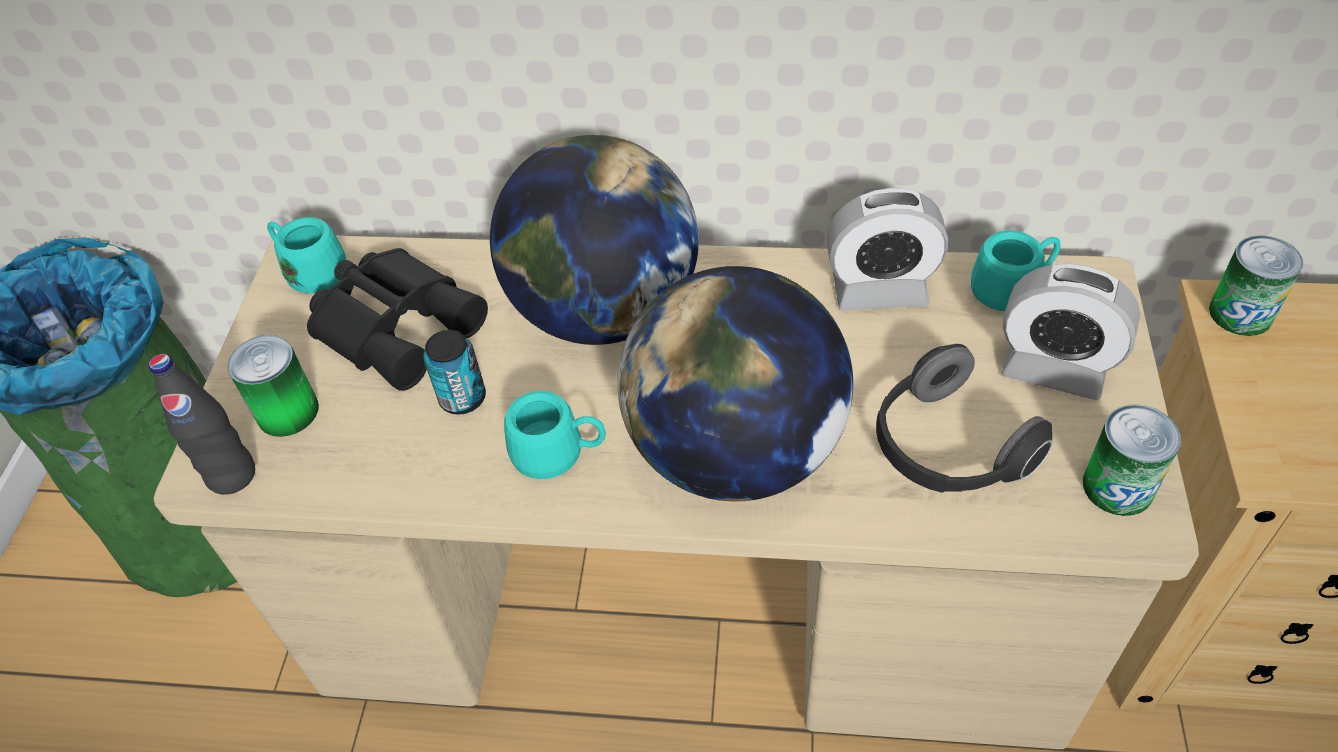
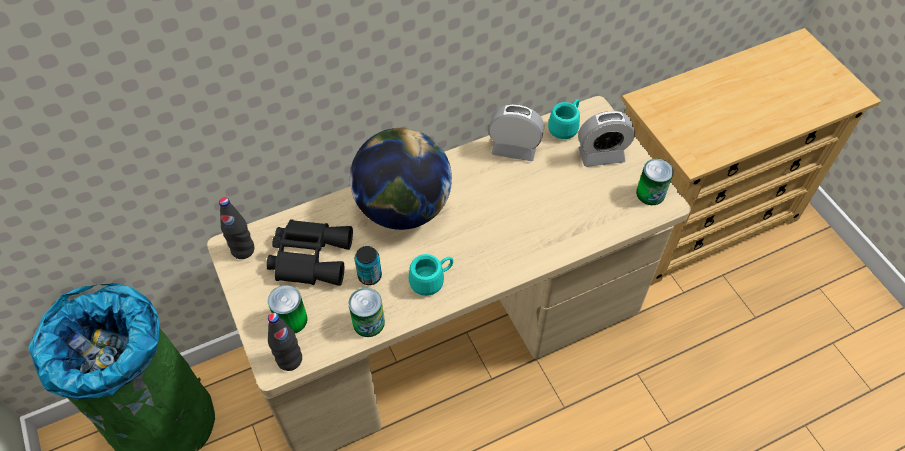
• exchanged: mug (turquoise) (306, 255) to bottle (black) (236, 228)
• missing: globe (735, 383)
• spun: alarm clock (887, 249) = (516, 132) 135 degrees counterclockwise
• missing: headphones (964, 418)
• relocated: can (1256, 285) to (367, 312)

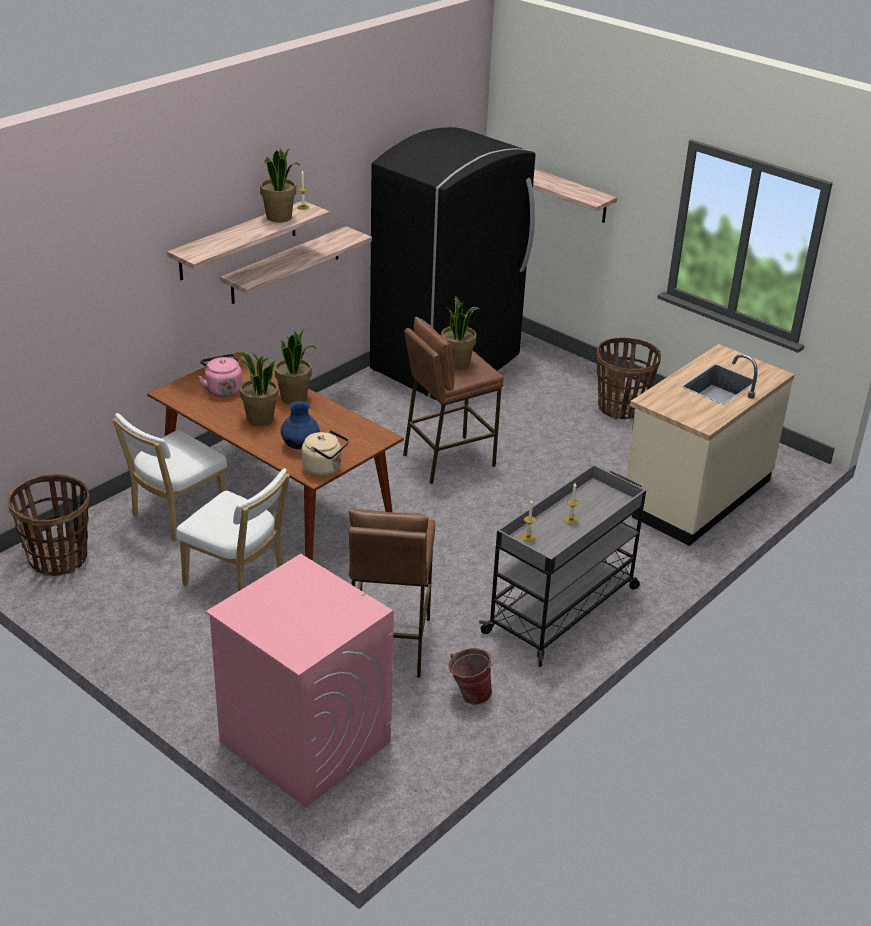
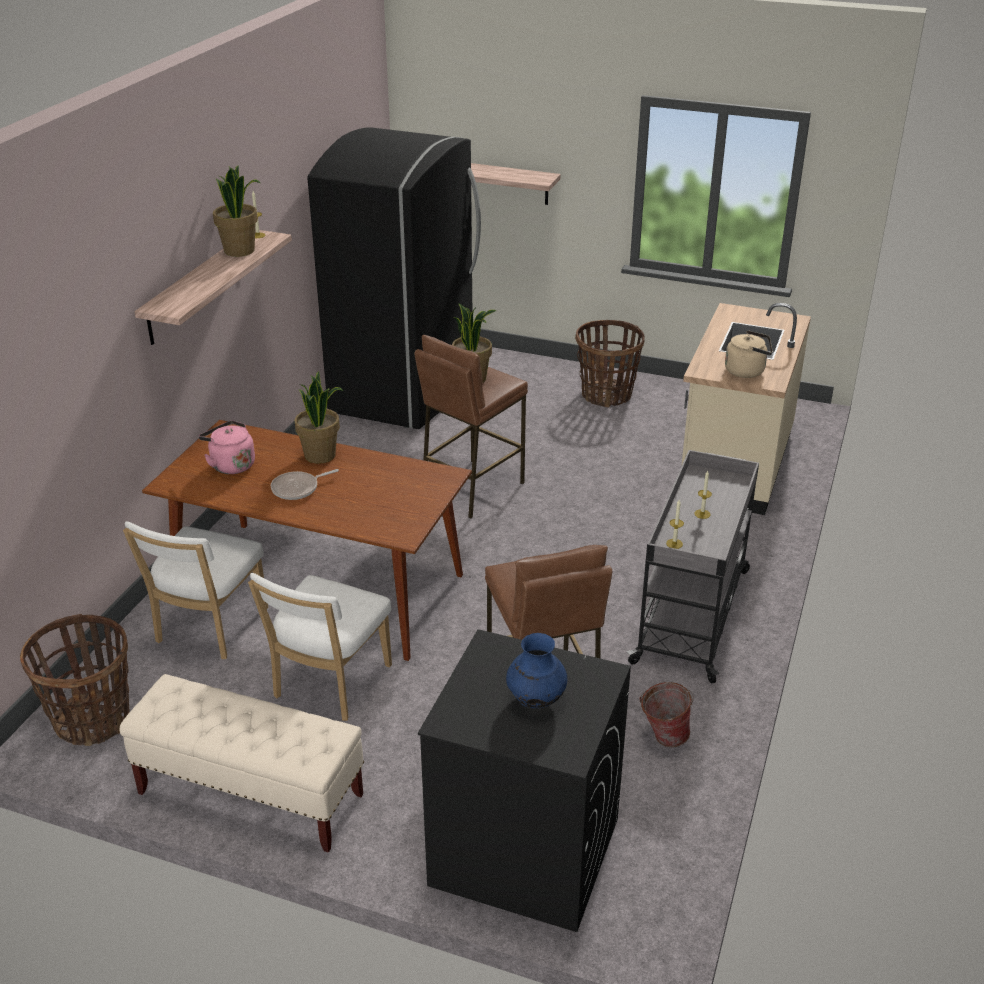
• spun: chair (white) (233, 529) = (320, 647) 105 degrees clockwise
• colour: washing machine (pink) (300, 681) to washing machine (black) (524, 780)
• missing: shelf (296, 265)
• exchanged: potted plant (255, 389) to frying pan (305, 484)
• relocated: vase (blue) (300, 425) to (536, 670)
• relocated: kettle (beige) (325, 453) to (749, 354)
• appeared: bench (beige) (241, 763)

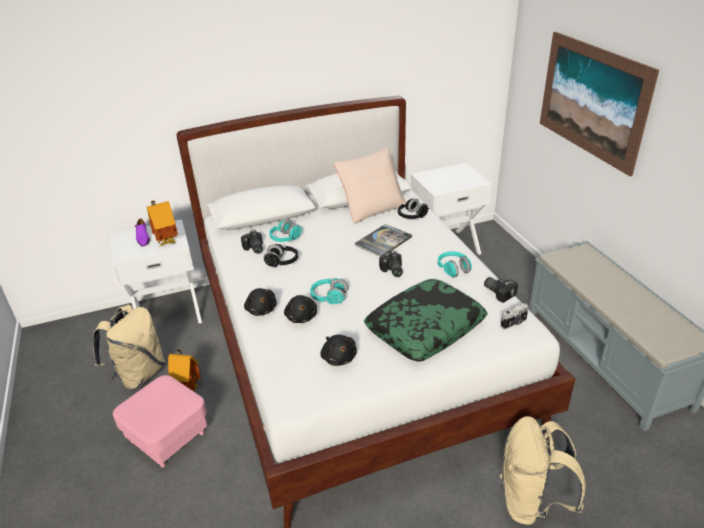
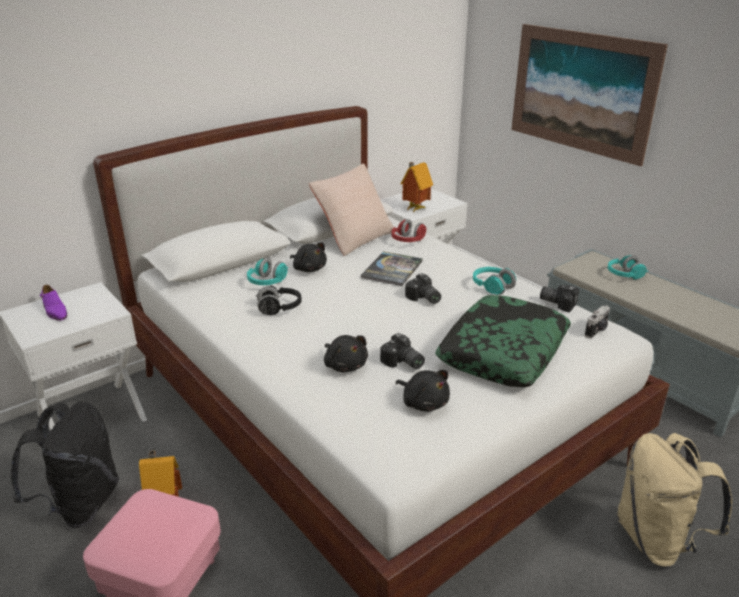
• colour: backpack (beige) (129, 347) to backpack (black) (65, 465)
• relocated: toy house (162, 223) to (417, 187)
• relocated: photo camera (252, 242) to (402, 351)
• relocated: plush toy (black) (260, 302) to (308, 257)
• relocated: headphones (turquoise) (329, 291) to (628, 267)
• colour: headphones (black) (414, 208) to headphones (red) (409, 230)

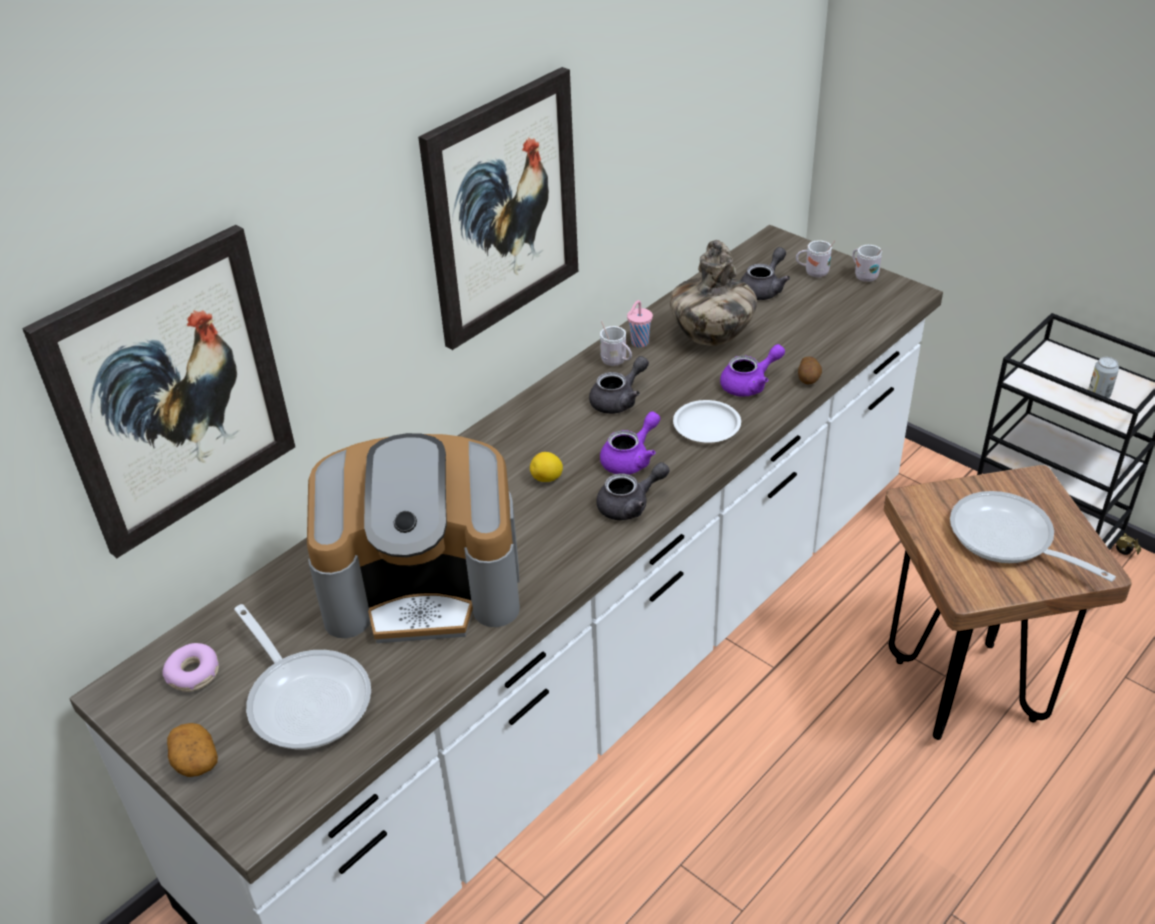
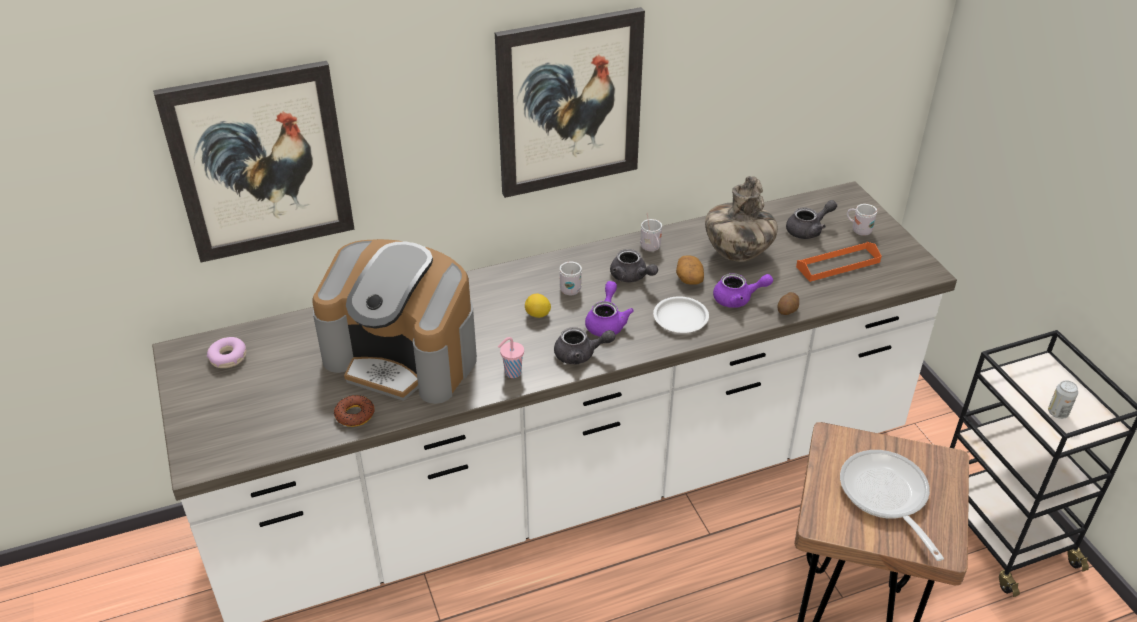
• relocated: potato (192, 750) to (690, 270)
• missing: frying pan (302, 677)
• spun: teapot (grey) (619, 385) = (634, 266) 60 degrees clockwise
• spun: teapot (purple) (630, 443) = (609, 309) 60 degrees counterclockwise
• relocated: cup (pink) (640, 323) to (511, 357)
• relocated: mug (white) (867, 263) to (571, 278)
• appeared: donut (354, 411)
• appeared: tray (orange) (839, 262)

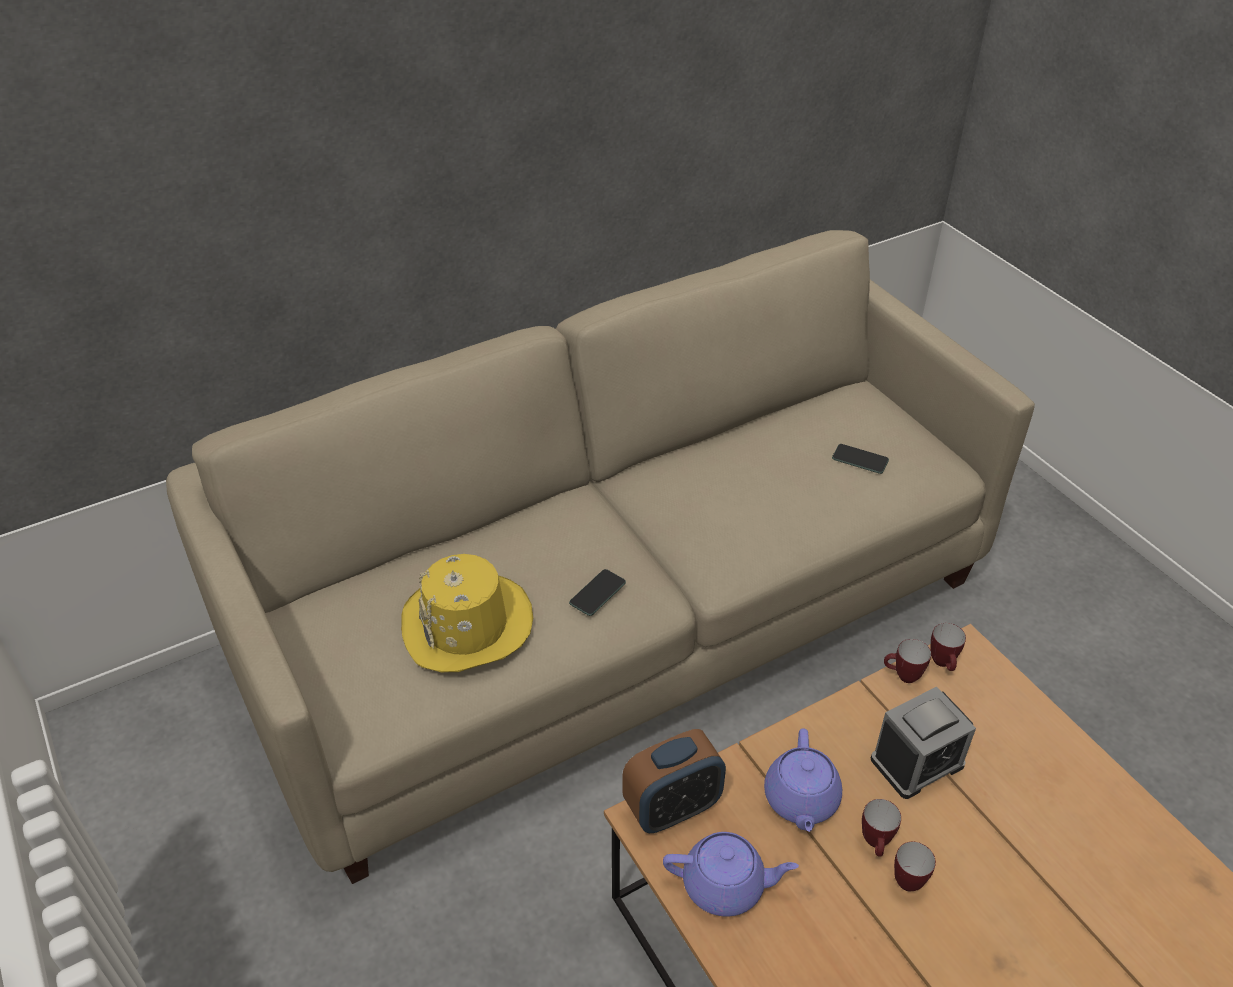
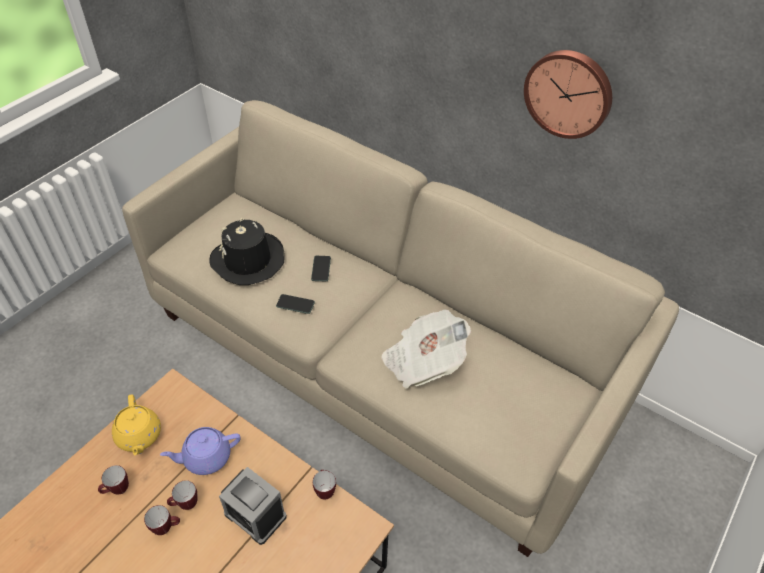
• colour: hat (yellow) (467, 613) to hat (black) (247, 251)
• missing: alarm clock (674, 781)
• colour: teapot (purple) (731, 874) to teapot (yellow) (136, 424)
• relocated: phone (860, 459) to (321, 268)
• relocated: mug (948, 647) to (113, 479)
• appeared: newspaper (426, 349)
• appeared: wall clock (568, 94)

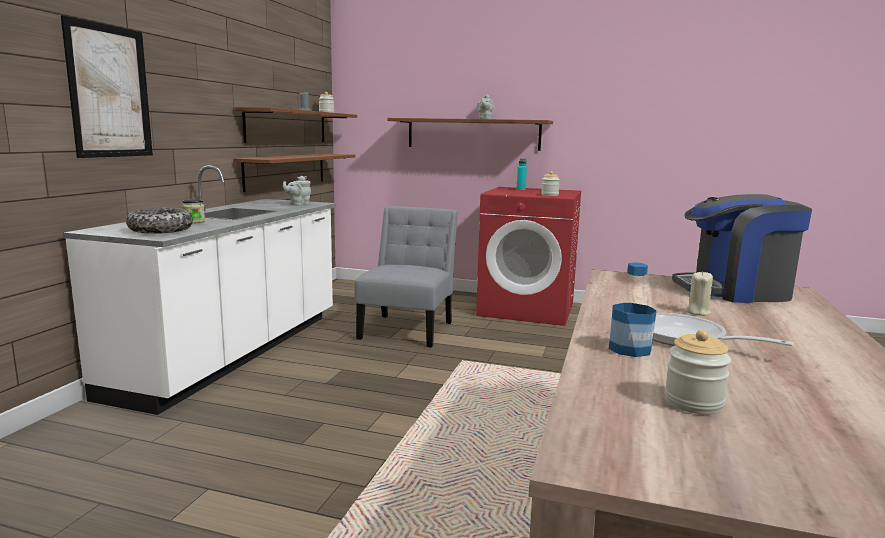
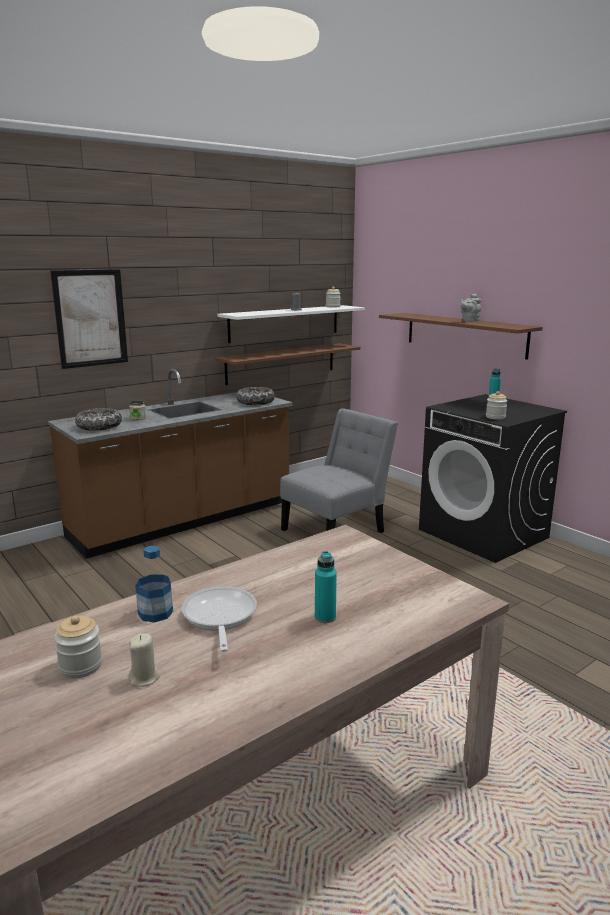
• colour: counter (white) (199, 290) to counter (brown) (170, 464)
• colour: shelf (brown) (295, 125) to shelf (white) (291, 324)
• exchanged: teapot (grey) (297, 191) to bowl (255, 396)
• colour: washing machine (red) (528, 256) to washing machine (black) (493, 478)
• missing: coffee machine (742, 248)
• relocated: candle (beige) (699, 293) to (144, 660)
• appeared: bottle (turquoise) (326, 587)

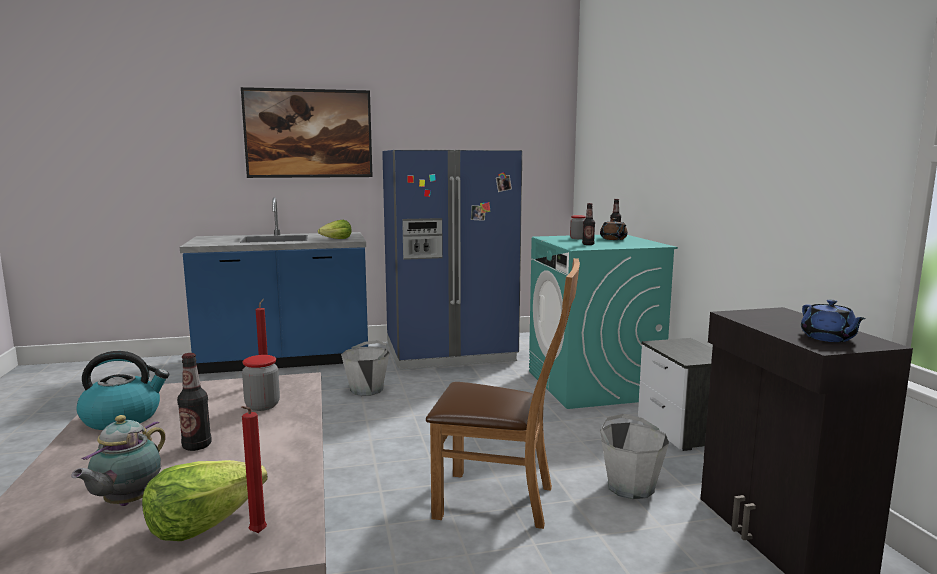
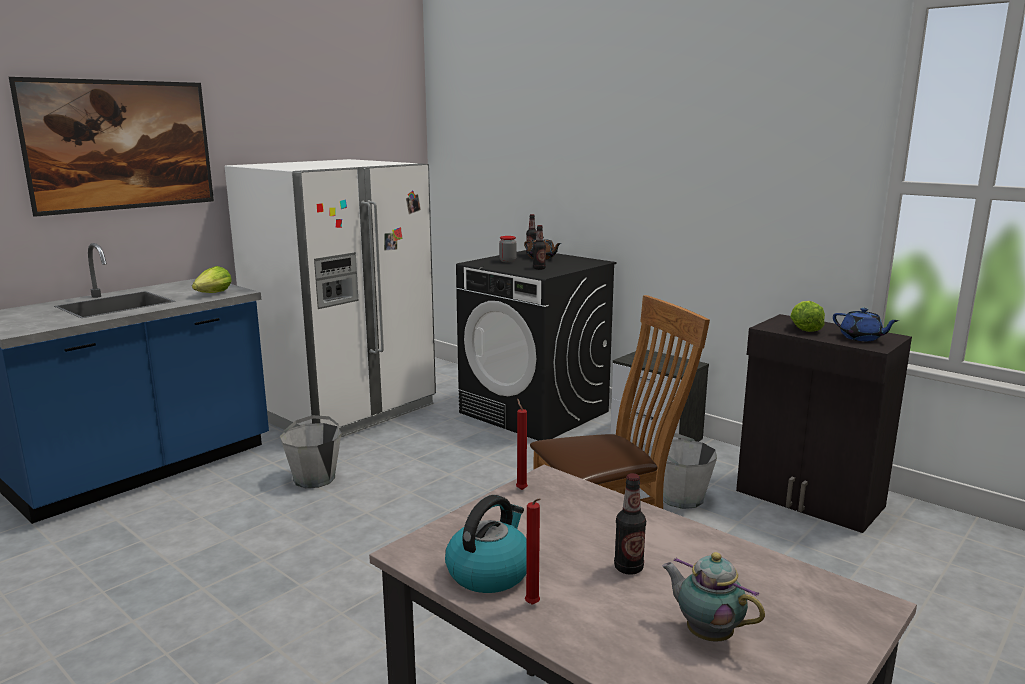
• spun: teapot (118, 460) = (713, 597) 150 degrees clockwise
• relocated: lettuce (205, 500) to (807, 316)
• relocated: candle (red) (254, 469) to (533, 551)
• missing: jar (261, 383)
• colour: fridge (blue) (452, 260) to fridge (white) (330, 298)
• colour: washing machine (turquoise) (603, 322) to washing machine (black) (536, 345)

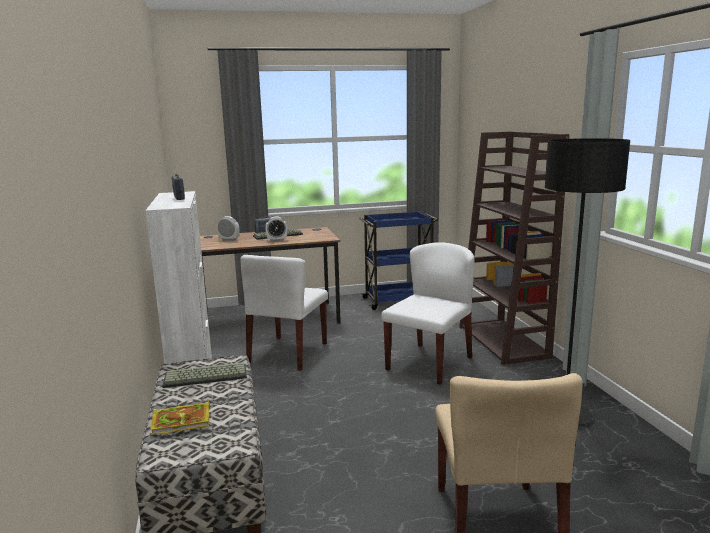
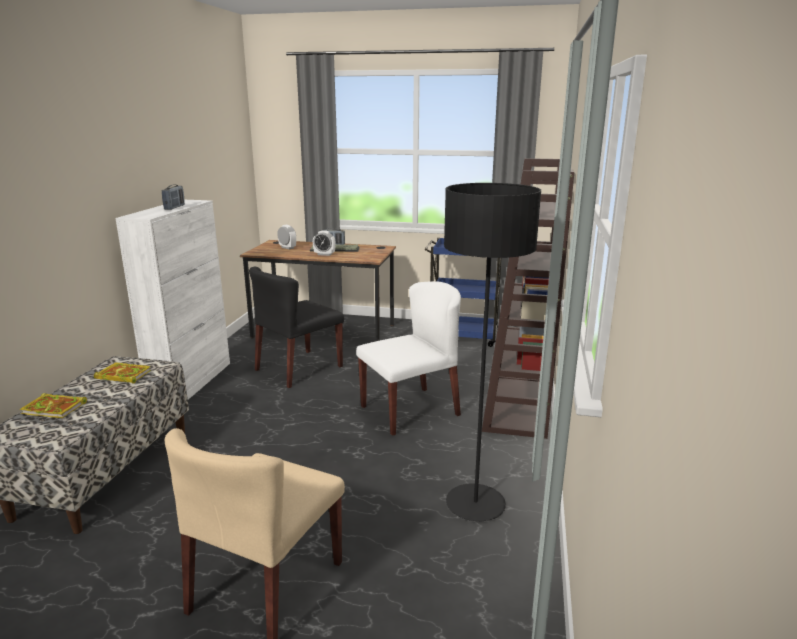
• exchanged: keyboard (204, 375) to book (122, 373)
• colour: chair (white) (284, 313) to chair (black) (296, 327)

